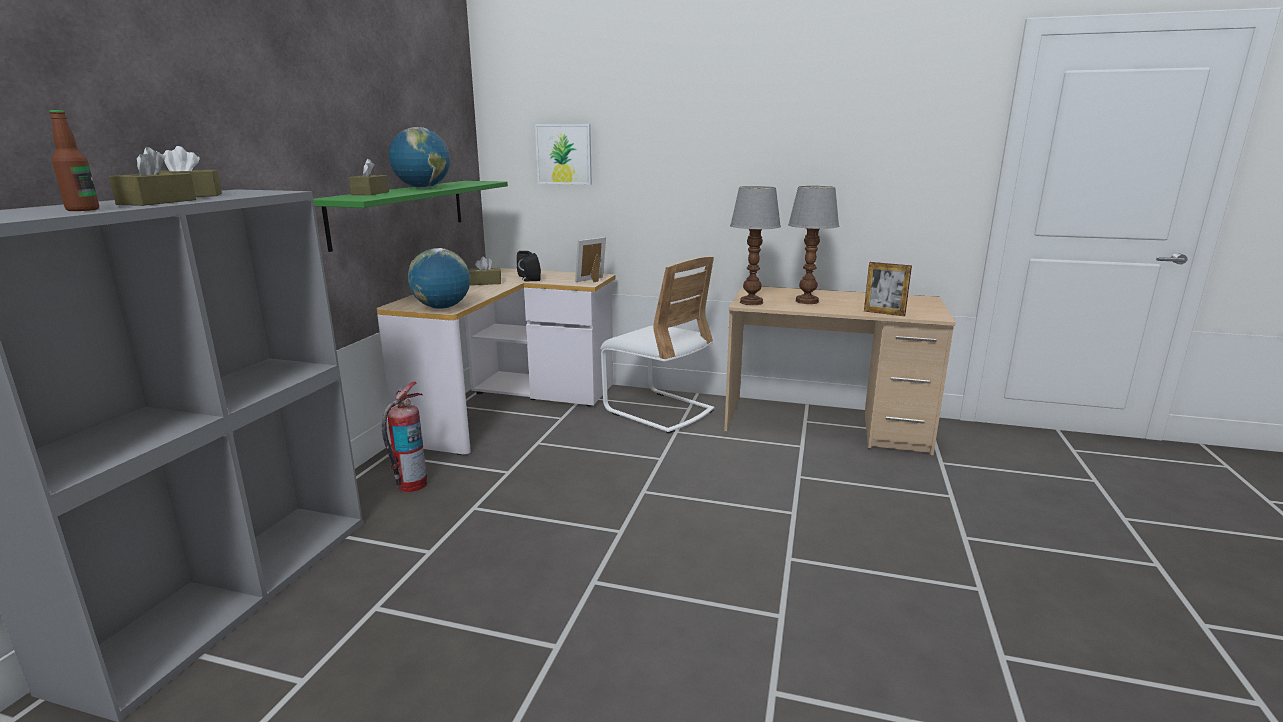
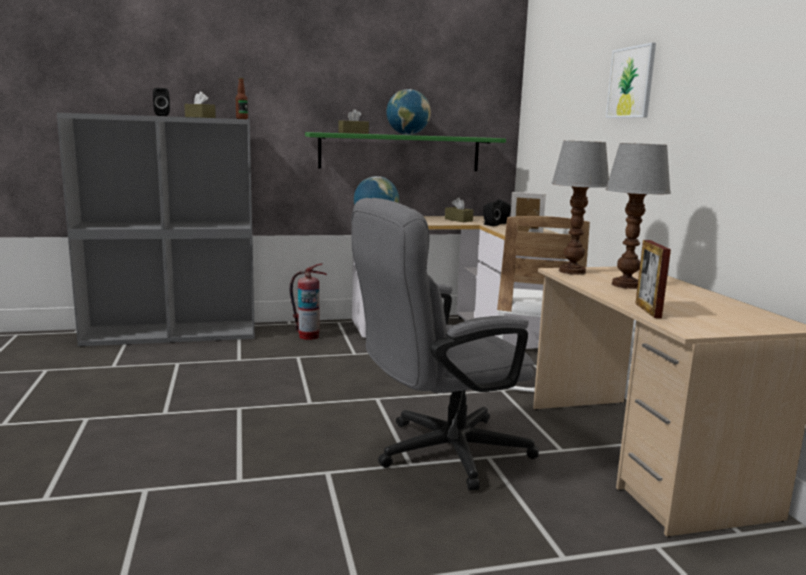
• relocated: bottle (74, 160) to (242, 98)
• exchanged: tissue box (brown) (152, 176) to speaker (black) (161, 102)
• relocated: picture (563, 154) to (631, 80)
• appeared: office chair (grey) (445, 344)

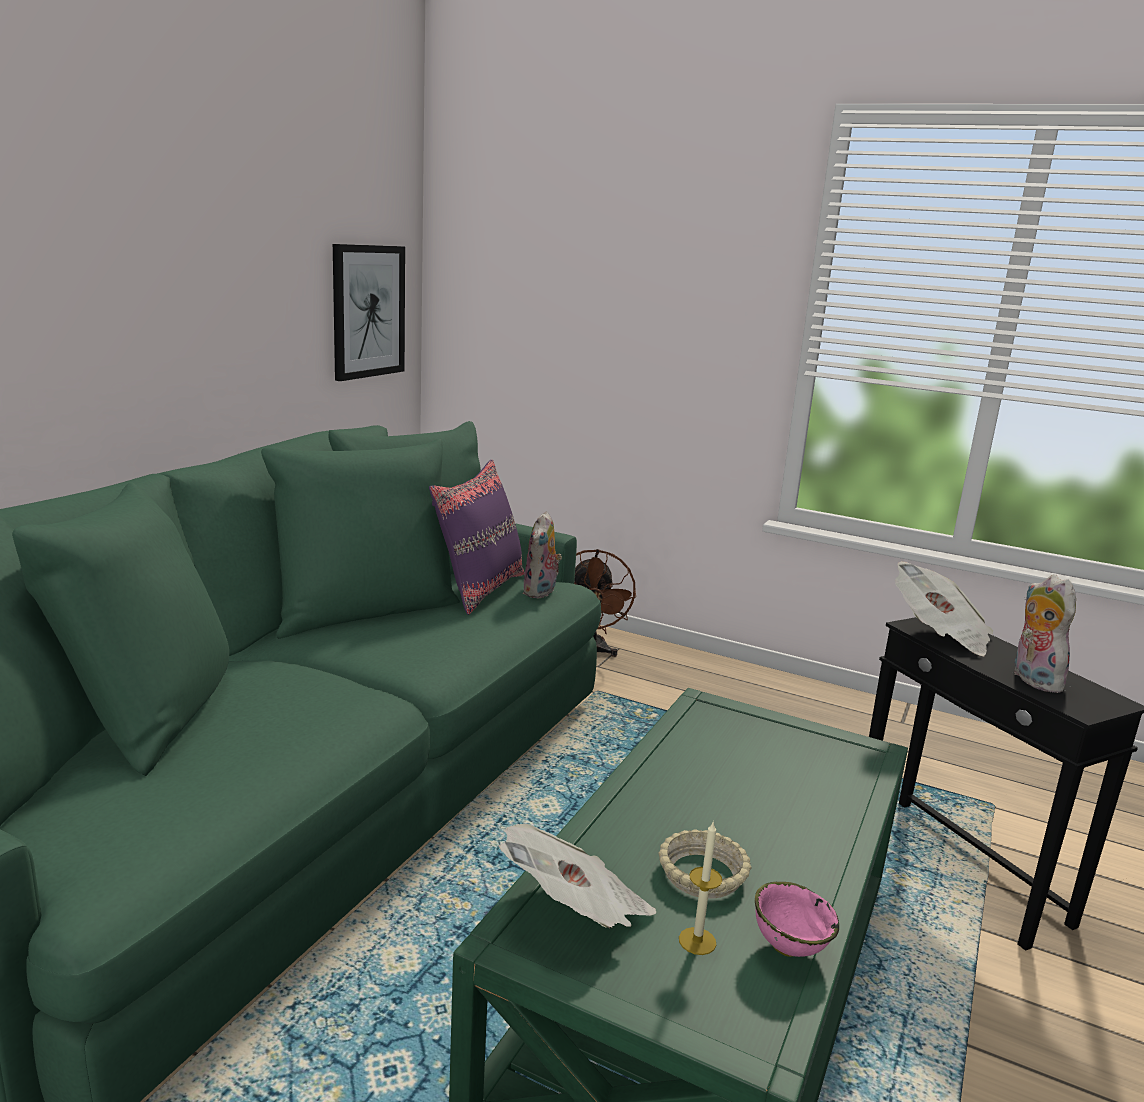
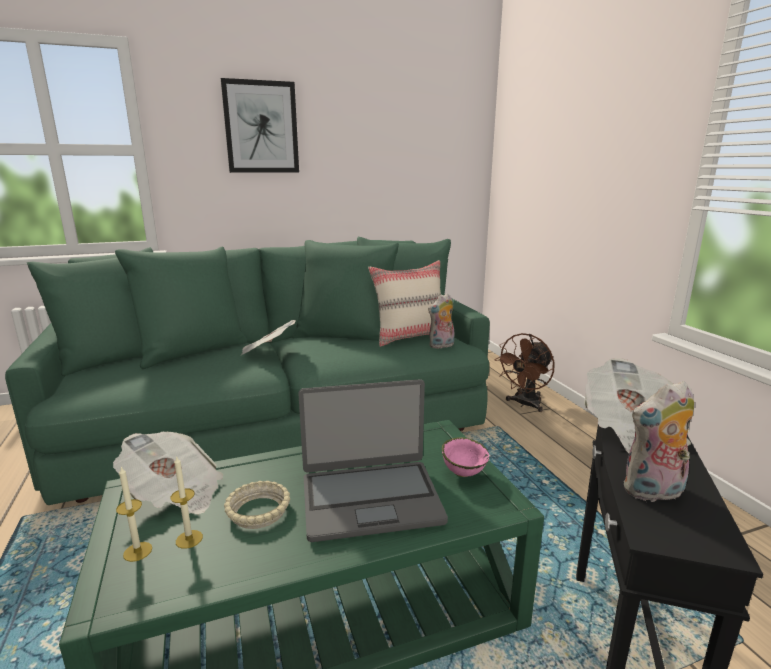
• relocated: picture (369, 312) to (260, 125)
• colour: pillow (purple) (477, 537) to pillow (beige) (404, 303)
• relocated: bowl (pink) (797, 919) to (466, 457)
• spun: plush toy (1045, 633) = (659, 442) 135 degrees counterclockwise
• appeared: candle (134, 514)
• appeared: newspaper (269, 337)
• appeared: laptop (373, 460)

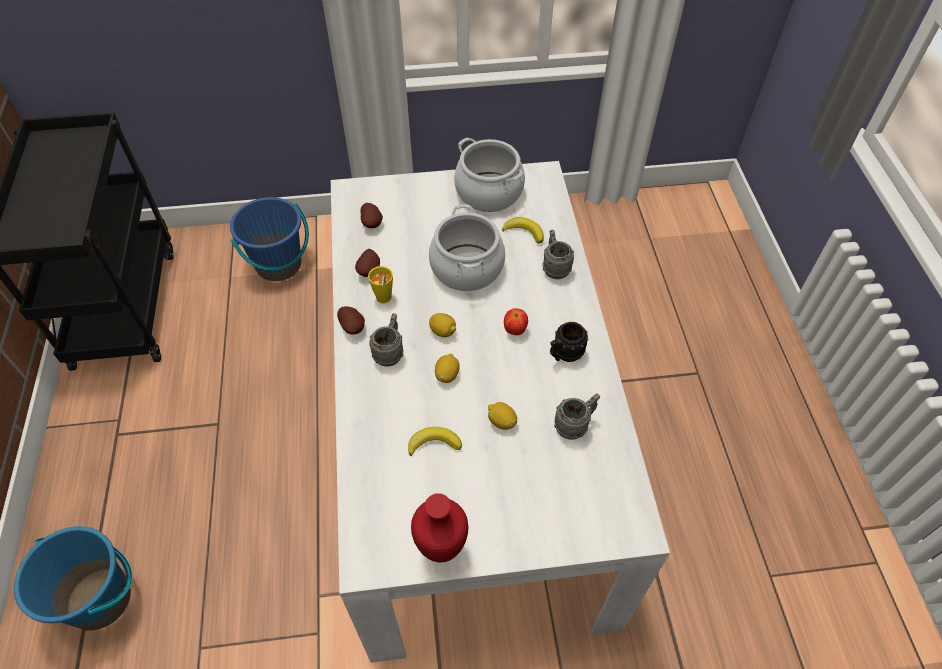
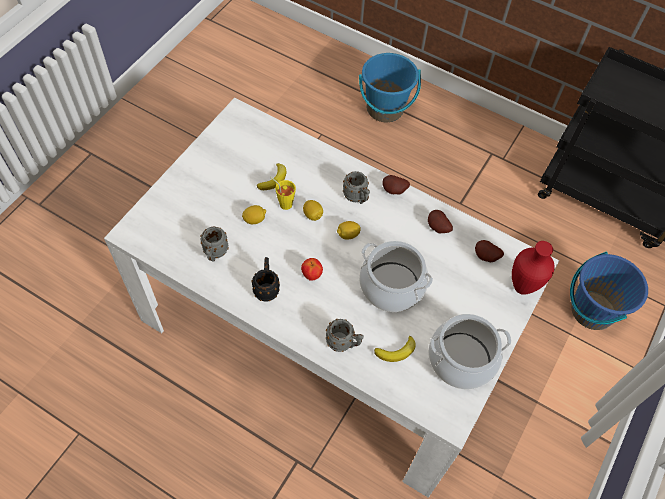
• relocated: cup (yellow) (380, 284) to (283, 193)
• relocated: vase (red) (439, 528) to (533, 268)

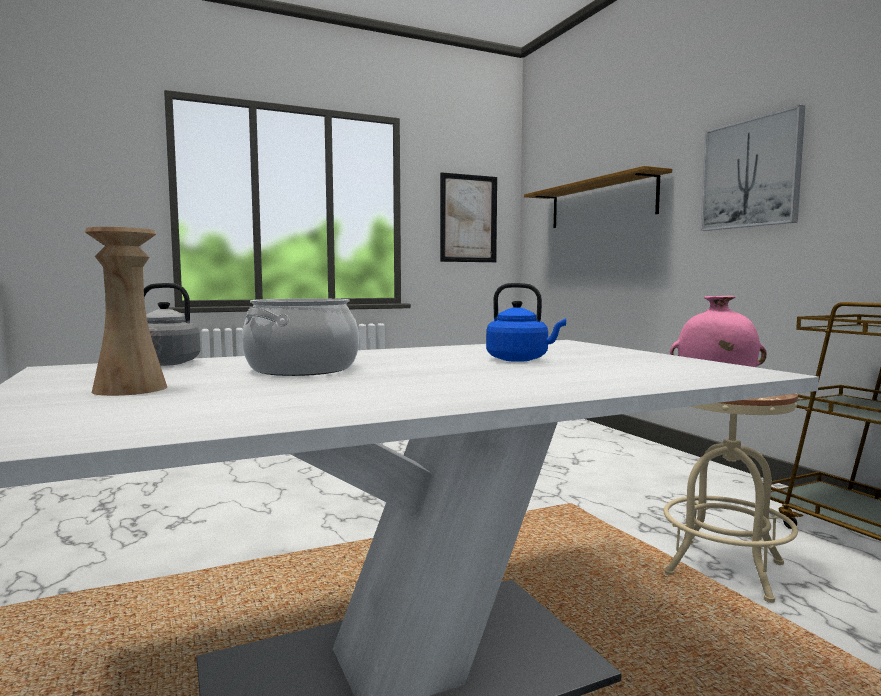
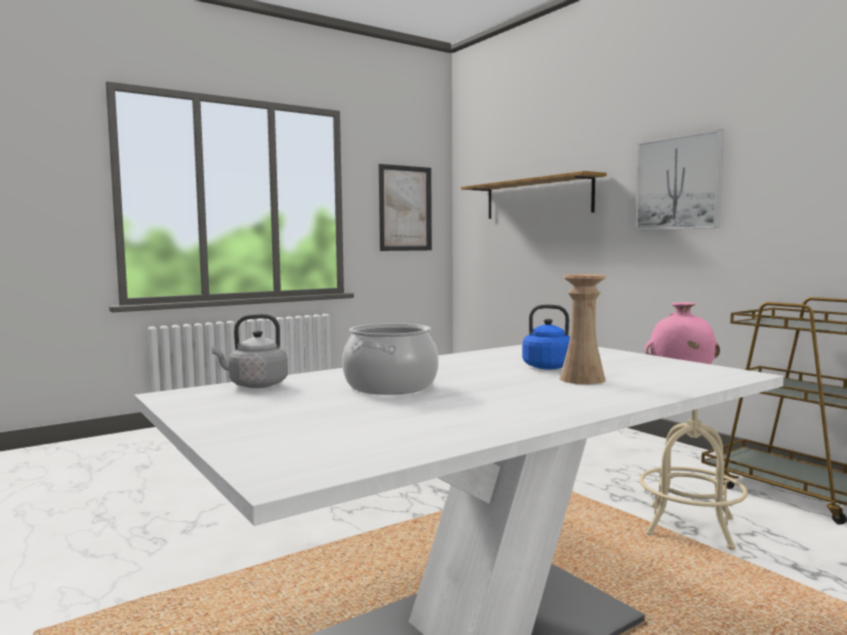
• relocated: vase (beige) (126, 311) to (583, 329)

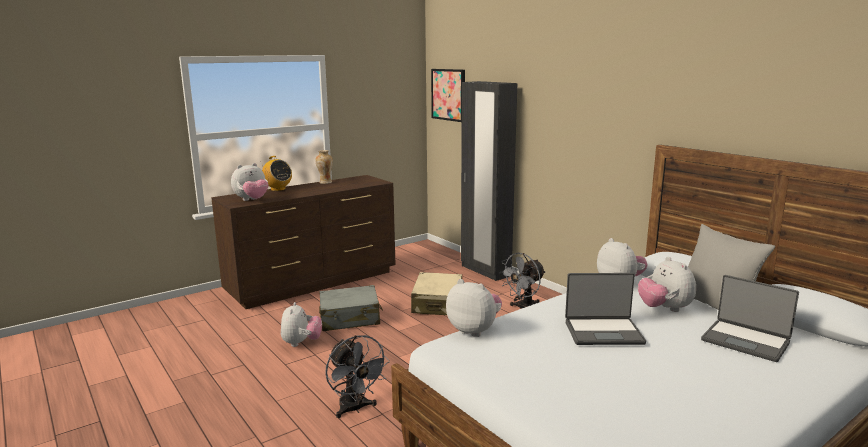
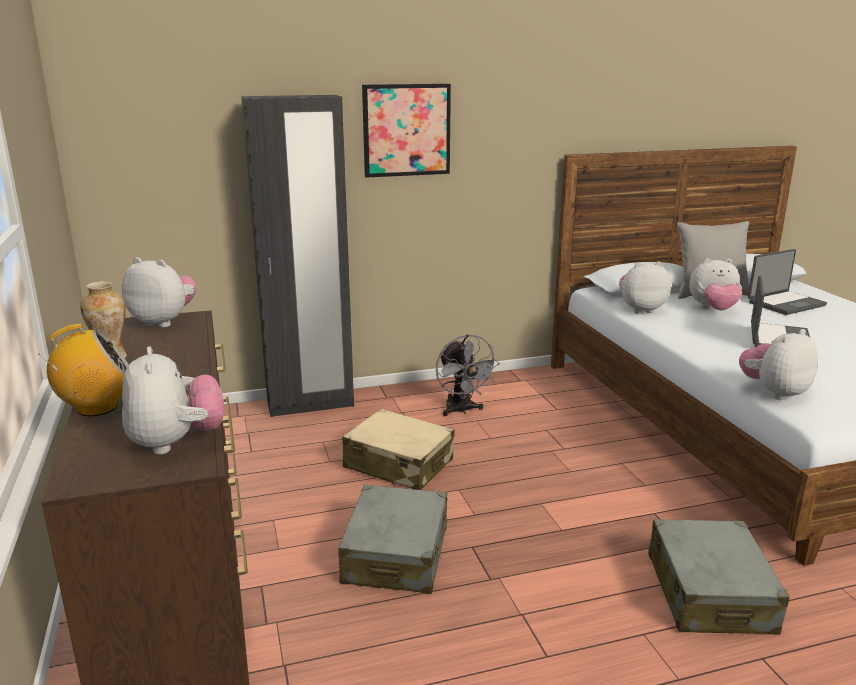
• relocated: plush toy (301, 324) to (159, 292)
• exchanged: fan (grey) (357, 376) to suitcase (grey) (719, 577)
• relocated: picture (448, 95) to (406, 130)

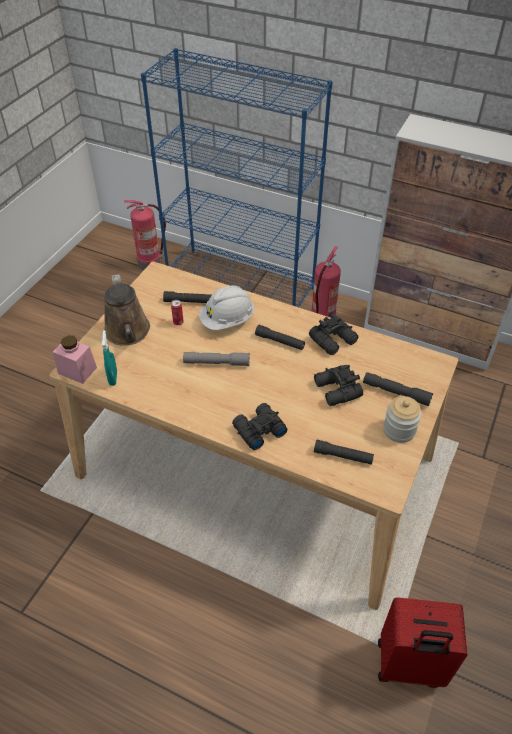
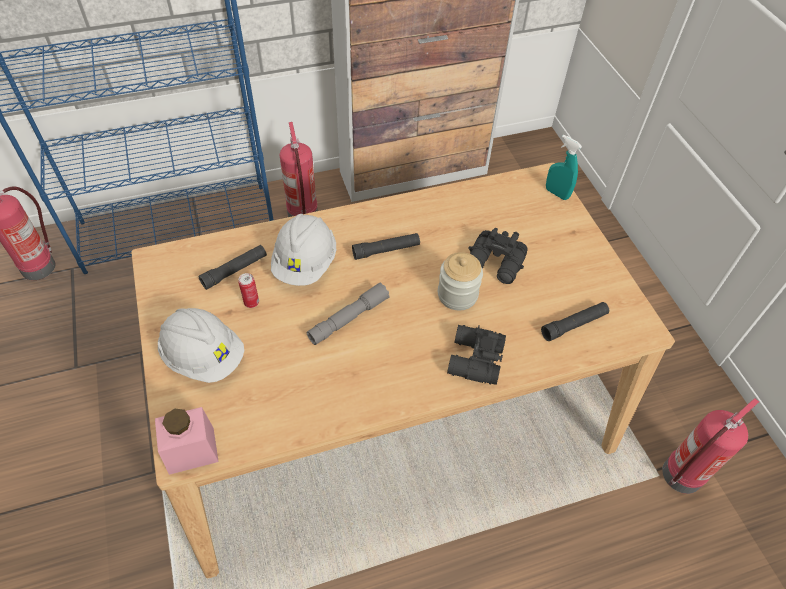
• relocated: spray bottle (turquoise) (109, 358) to (564, 167)
• exchanged: watering can (brown) (127, 310) to hard hat (white) (201, 345)
• missing: binoculars (black) (333, 333)
• missing: flashlight (grey) (398, 389)
• exchanged: suitcase (red) (422, 643) to fire extinguisher (710, 446)
• relocated: jar (402, 419) to (460, 281)

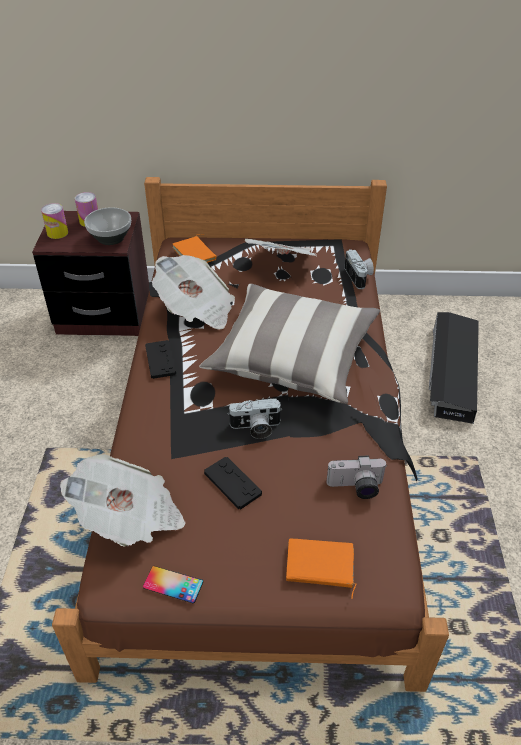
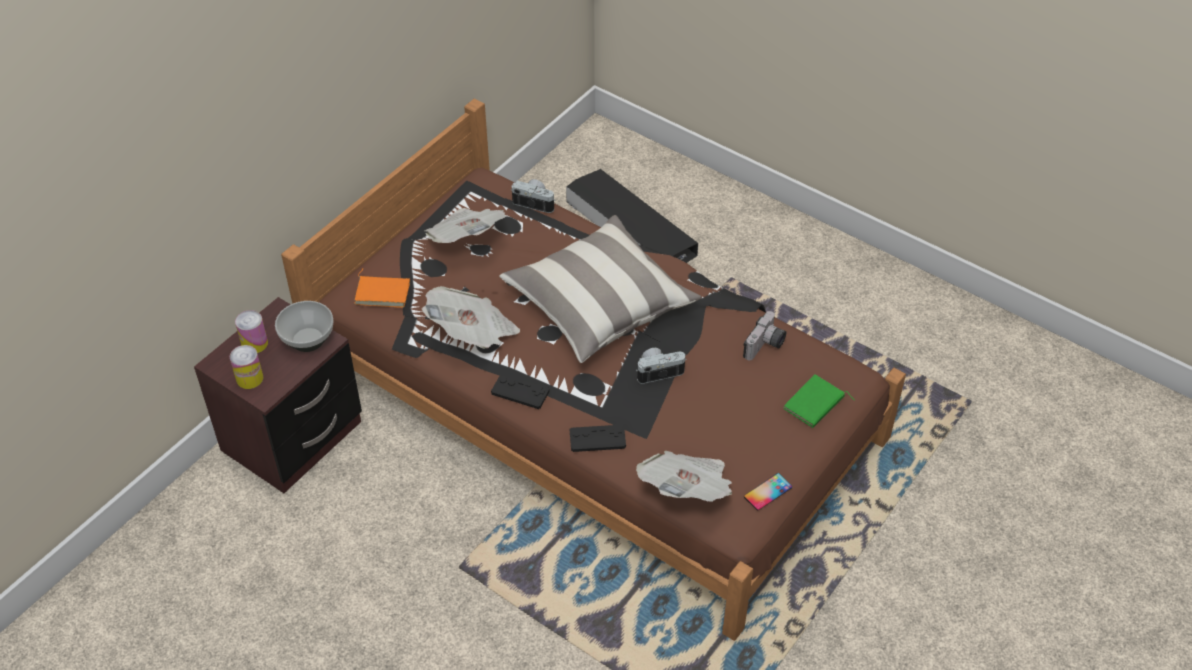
• relocated: game controller (black) (233, 483) to (598, 438)
• spun: photo camera (254, 418) = (661, 366) 135 degrees counterclockwise
• colour: book (orange) (321, 569) to book (green) (818, 401)

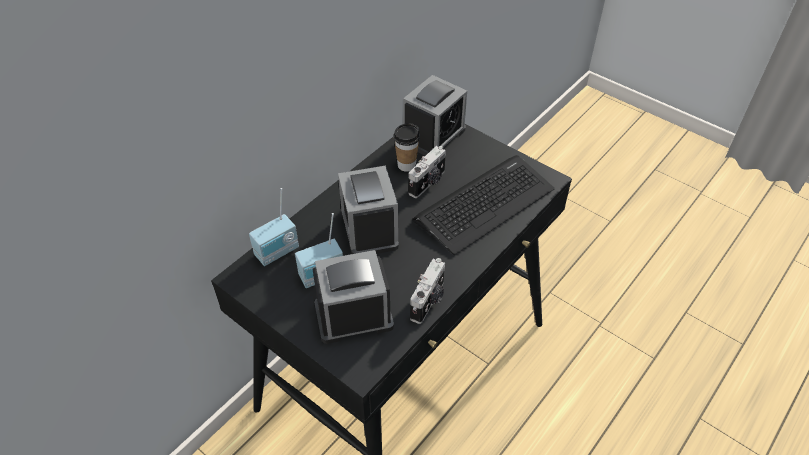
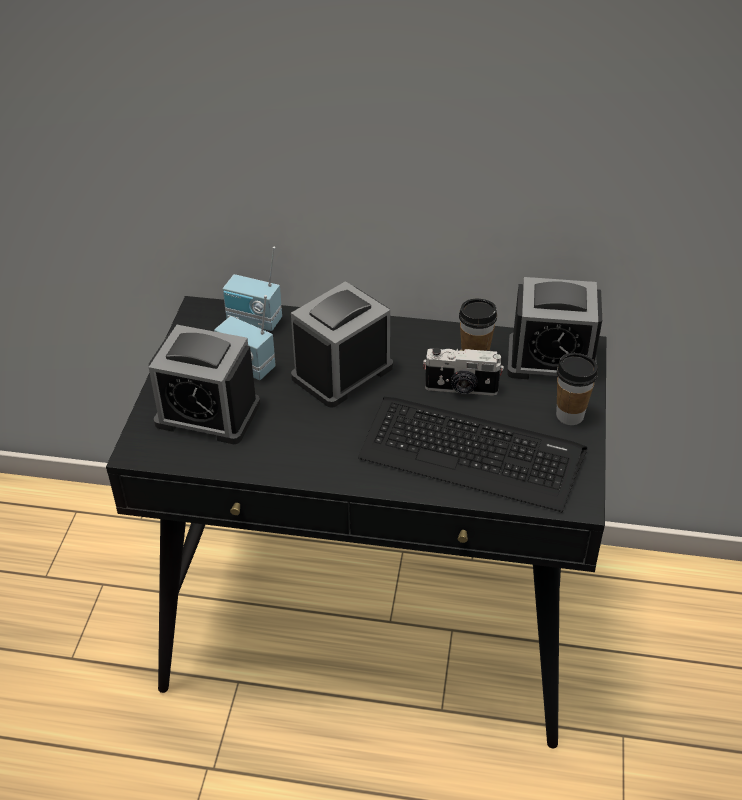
• spun: alarm clock (353, 297) = (204, 384) 150 degrees clockwise
• missing: photo camera (427, 291)
• appeared: cup (577, 389)

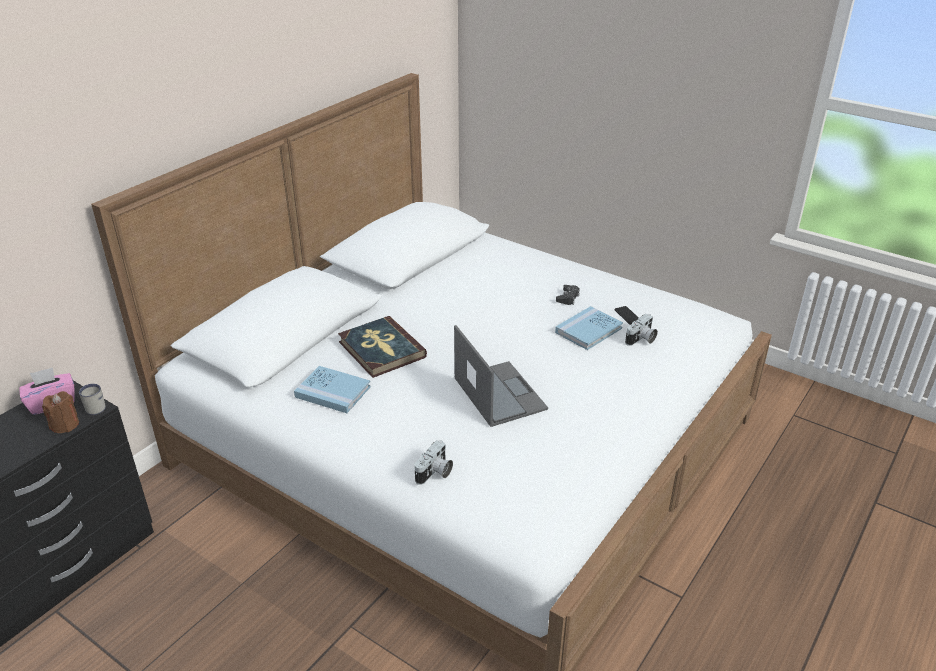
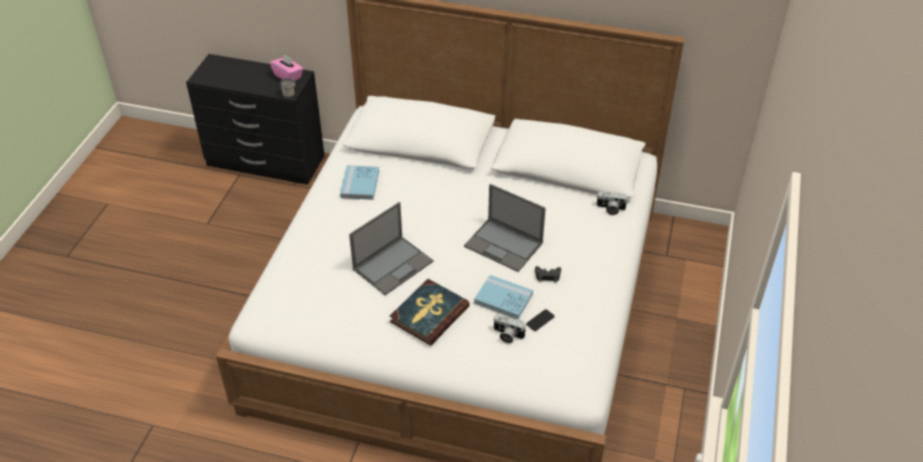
• missing: candle (brown) (60, 412)
• relocated: book (382, 347) to (430, 312)
• relocated: photo camera (433, 462) to (611, 203)
• appeared: laptop (505, 228)

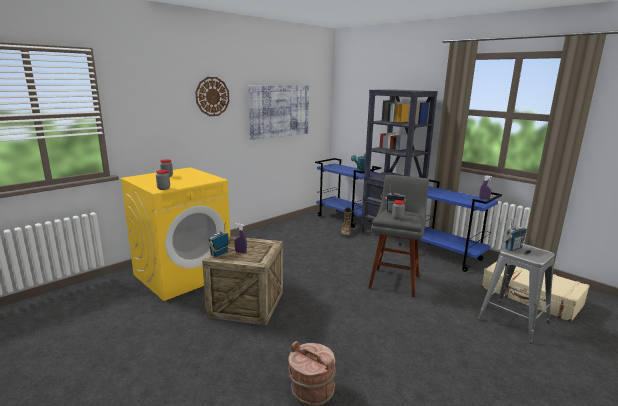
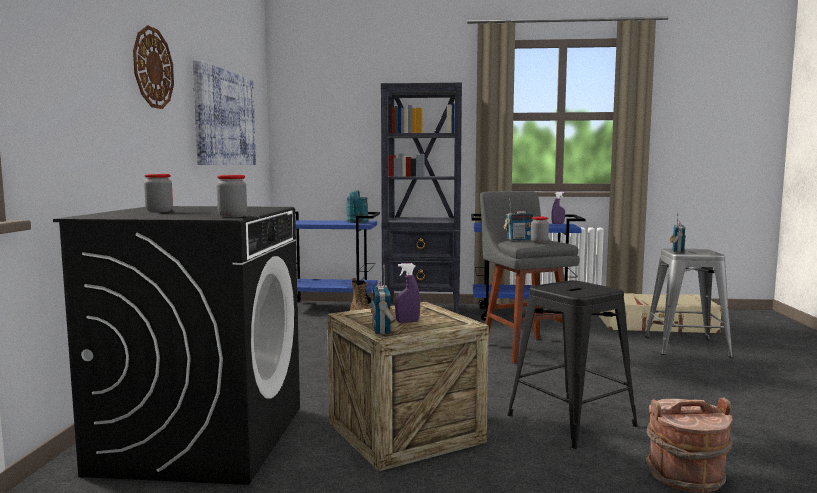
• colour: washing machine (yellow) (175, 234) to washing machine (black) (176, 345)
• appeared: stool (black) (572, 364)

